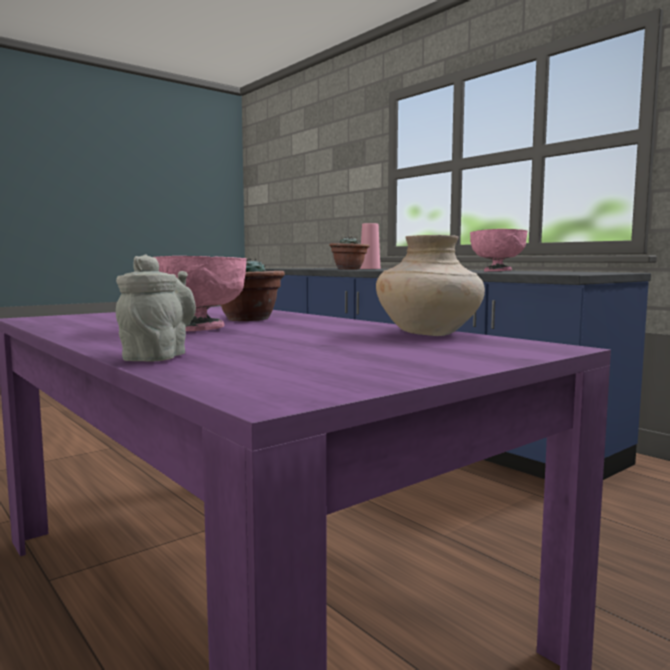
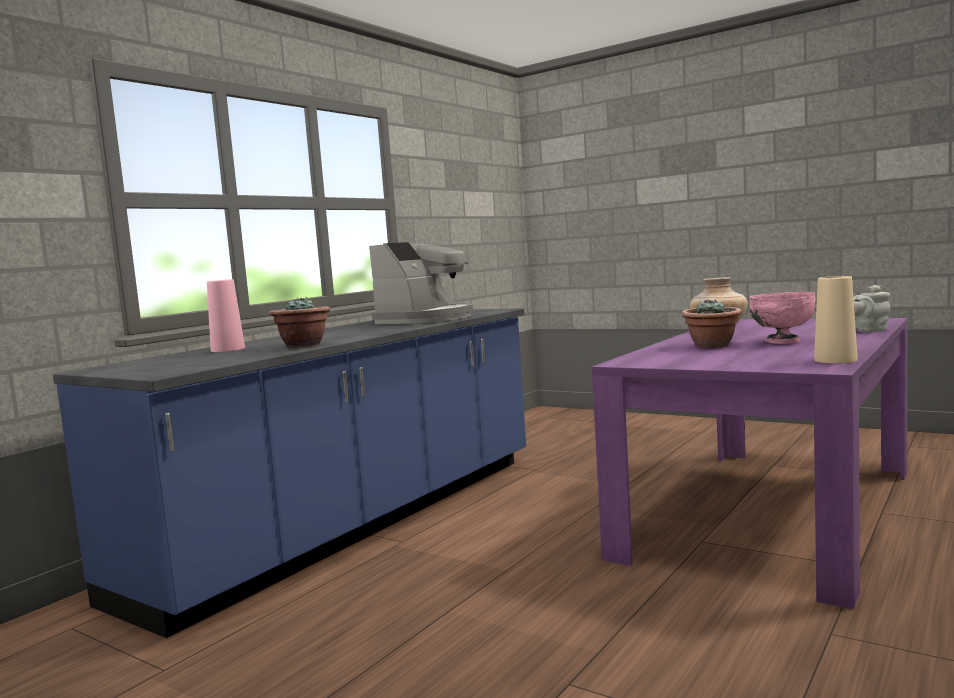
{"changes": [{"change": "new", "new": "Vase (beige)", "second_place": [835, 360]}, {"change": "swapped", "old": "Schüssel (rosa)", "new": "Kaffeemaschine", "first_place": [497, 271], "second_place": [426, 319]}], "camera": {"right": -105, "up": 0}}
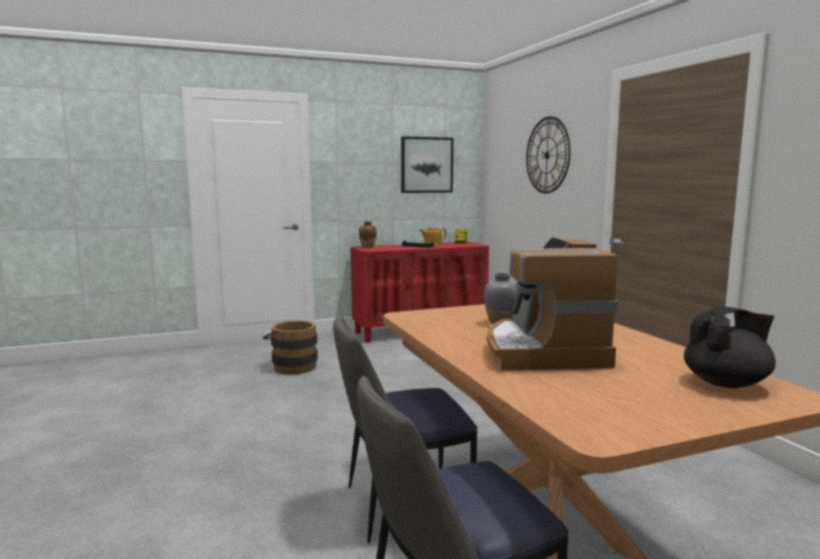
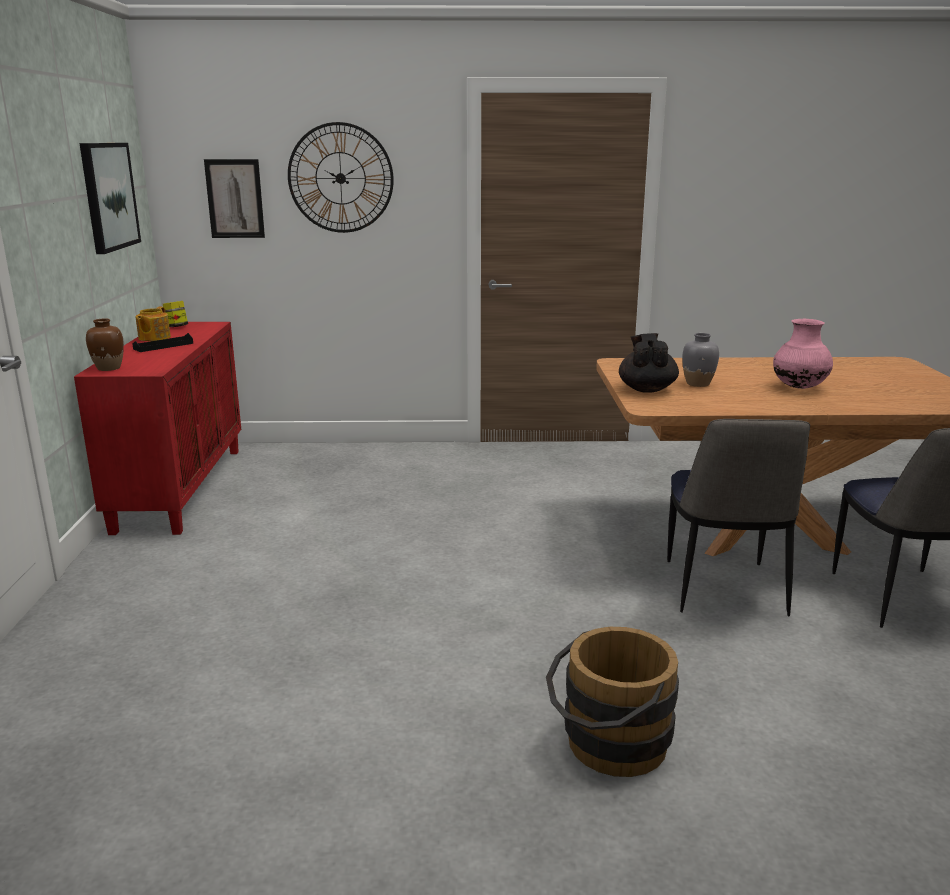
{"changes": [{"change": "new", "new": "Bild", "second_place": [235, 199]}, {"change": "shifted", "old": "Eimer (braun)", "first_place": [292, 366], "second_place": [608, 746]}, {"change": "shifted", "old": "Teekanne (schwarz)", "first_place": [727, 383], "second_place": [646, 389]}, {"change": "swapped", "old": "Kaffeemaschine", "new": "Vase (rosa)", "first_place": [542, 351], "second_place": [799, 387]}], "camera": {"right": -70, "up": 10}}
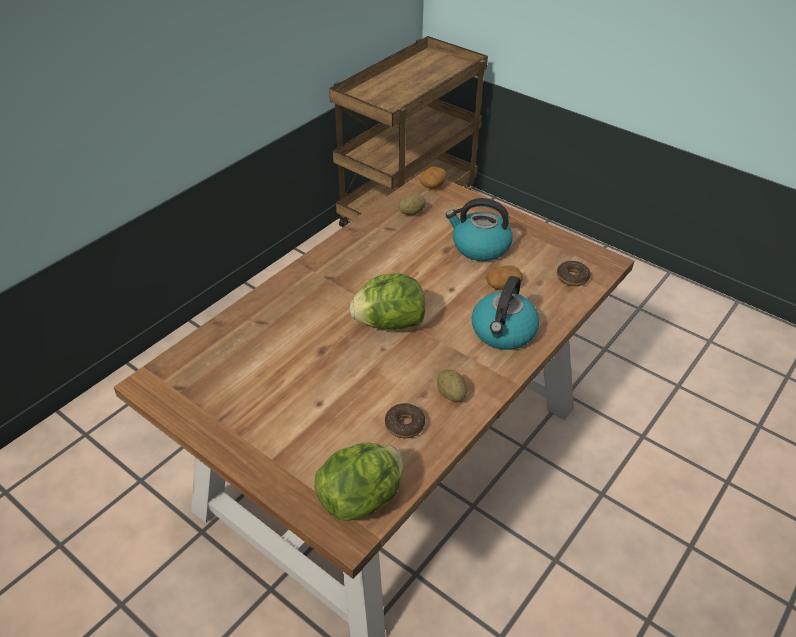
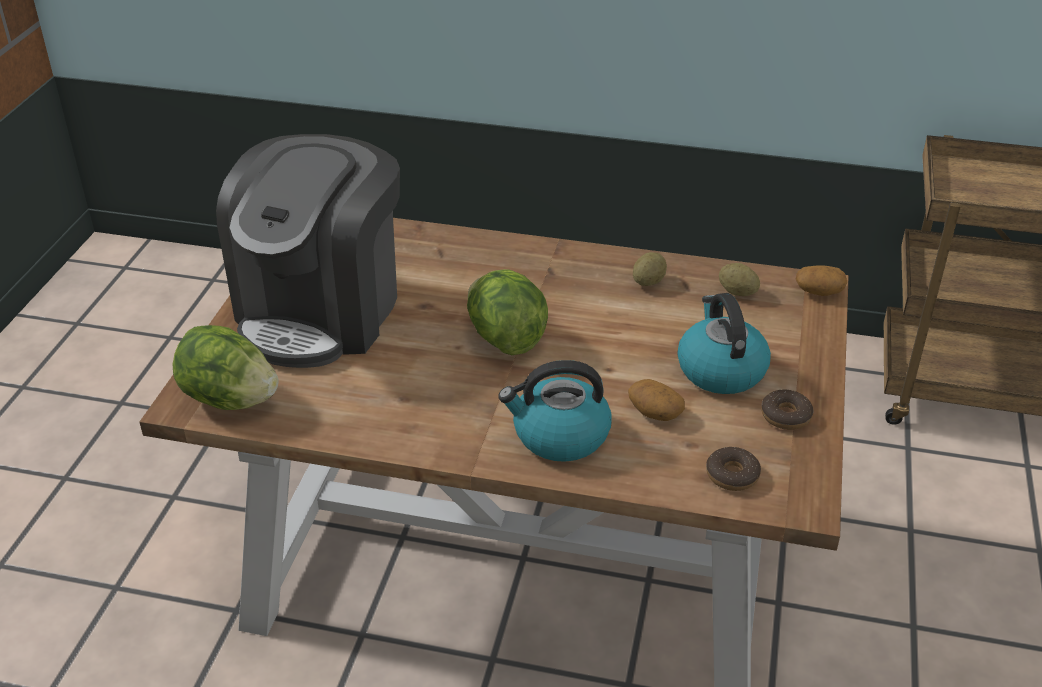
{"changes": [{"change": "new", "new": "Kaffeemaschine", "second_place": [321, 311]}, {"change": "shifted", "old": "Donut", "first_place": [404, 425], "second_place": [785, 416]}, {"change": "shifted", "old": "Kartoffel", "first_place": [451, 394], "second_place": [648, 282]}], "camera": {"right": 65, "up": -5}}
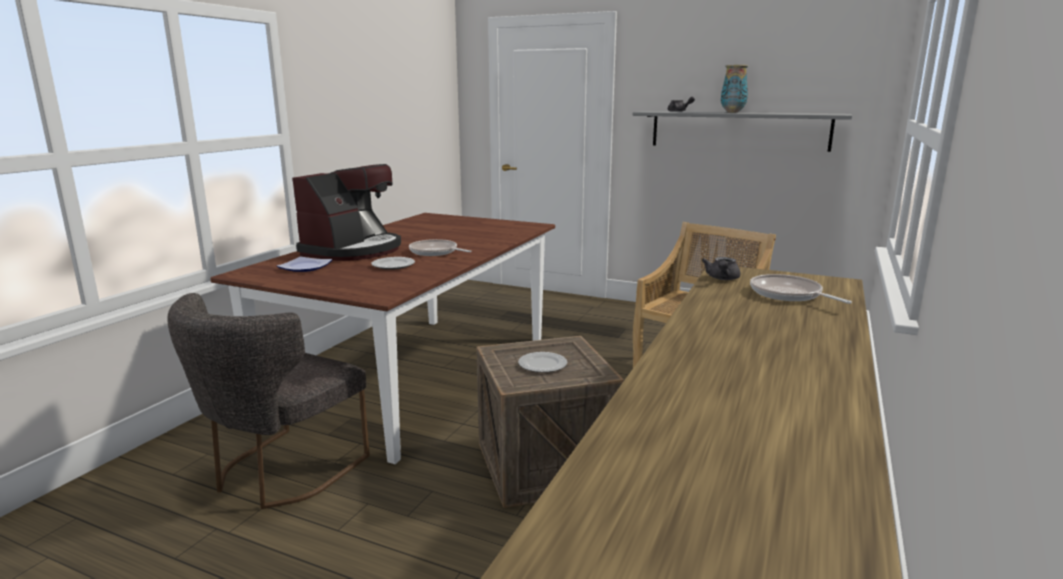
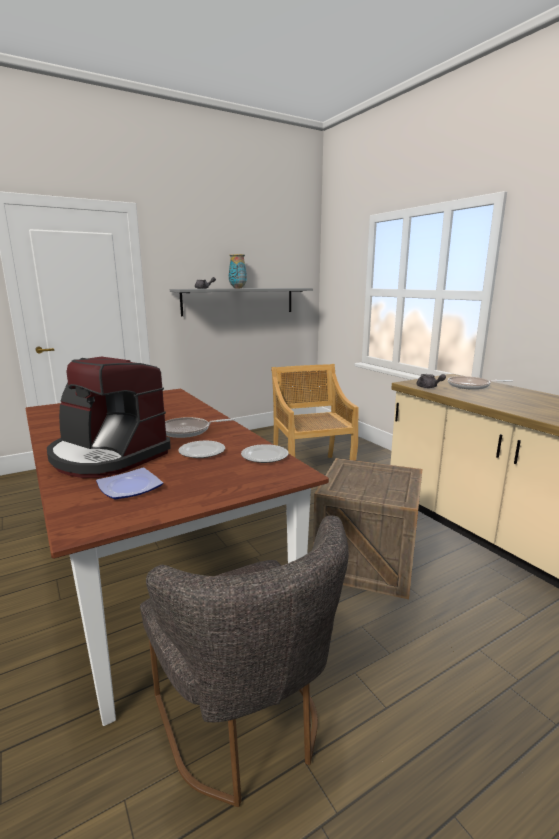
{"changes": [{"change": "shifted", "old": "Teller", "first_place": [542, 365], "second_place": [264, 456]}, {"change": "rotated", "old": "Kaffeemaschine", "first_place": [353, 250], "second_place": [107, 456], "degrees": 150}], "camera": {"right": -55, "up": 0}}
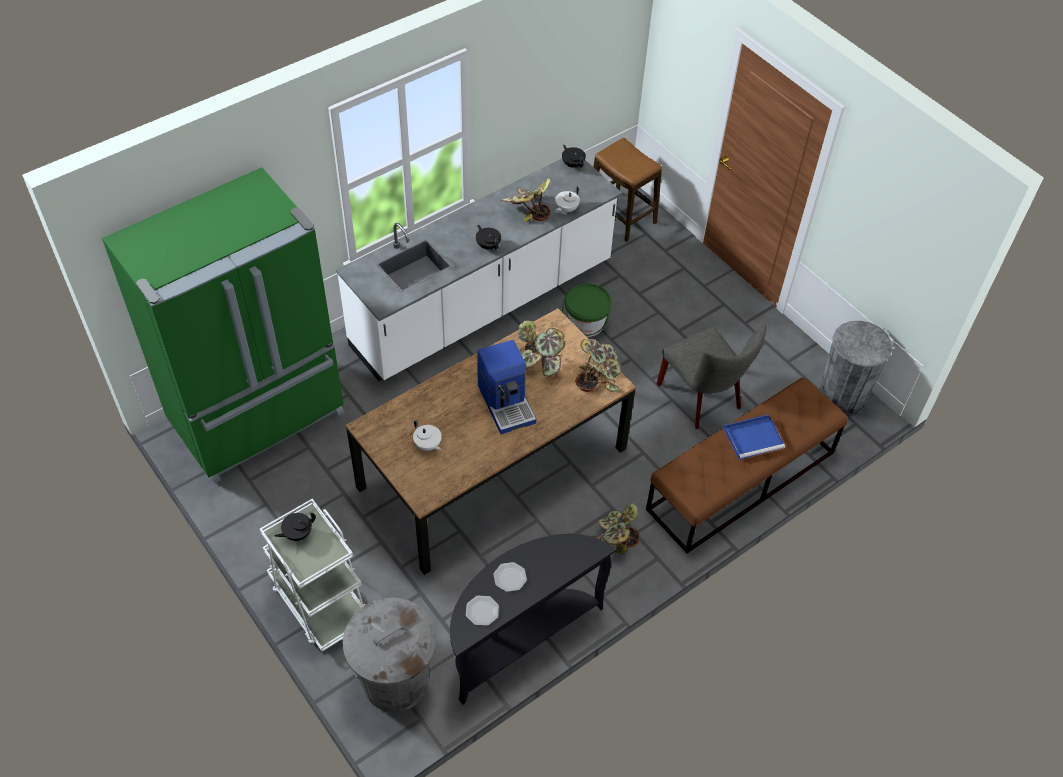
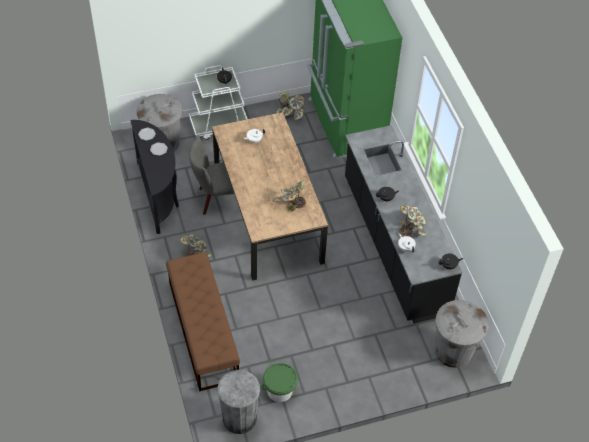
{"changes": [{"change": "gone", "old": "Kaffeemaschine", "first_place": [507, 403]}, {"change": "gone", "old": "Tablett (blau)", "first_place": [754, 438]}, {"change": "shifted", "old": "Eimer (grün)", "first_place": [586, 323], "second_place": [279, 390]}, {"change": "shifted", "old": "Topfpflanze", "first_place": [598, 376], "second_place": [291, 114]}, {"change": "shifted", "old": "Stuhl (grau)", "first_place": [703, 399], "second_place": [218, 199]}, {"change": "swapped", "old": "Hocker", "new": "Mülleimer (grau)", "first_place": [622, 217], "second_place": [453, 351]}, {"change": "repainted", "old": "Küchenzeile (weiß)", "new": "Küchenzeile (schwarz)", "first_place": [483, 306], "second_place": [393, 245]}], "camera": {"right": 110, "up": 0}}
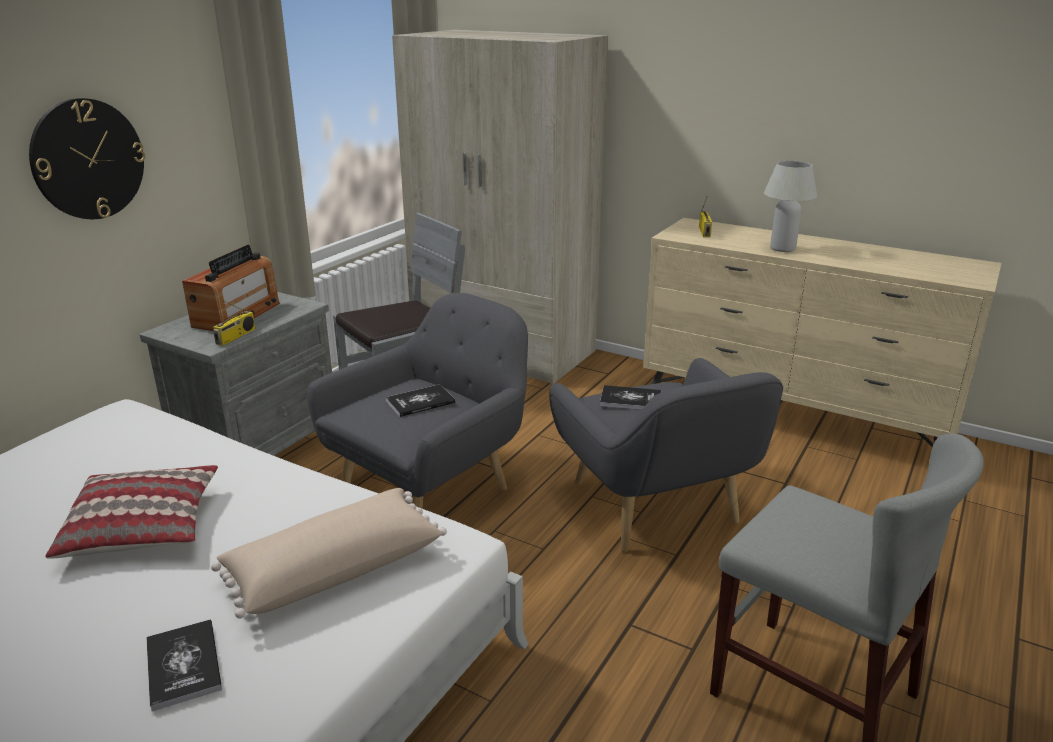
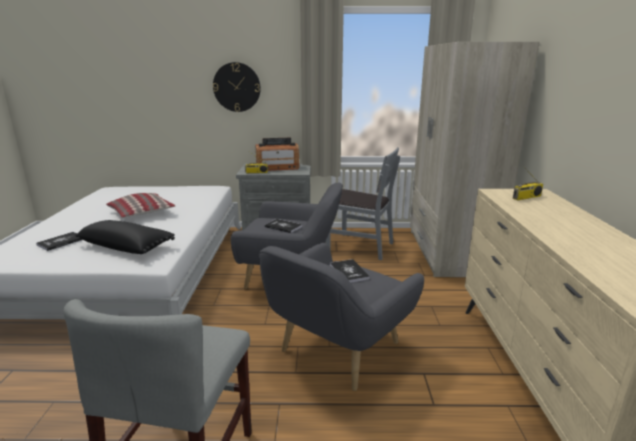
{"changes": [{"change": "gone", "old": "Tischlampe (weiß)", "first_place": [782, 248]}, {"change": "repainted", "old": "Kissen (beige)", "new": "Kissen (schwarz)", "first_place": [334, 568], "second_place": [127, 247]}], "camera": {"right": 60, "up": -5}}
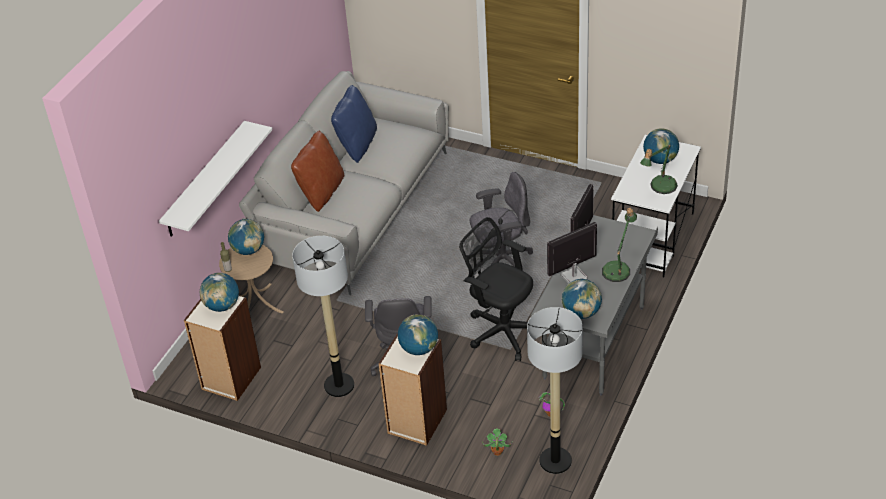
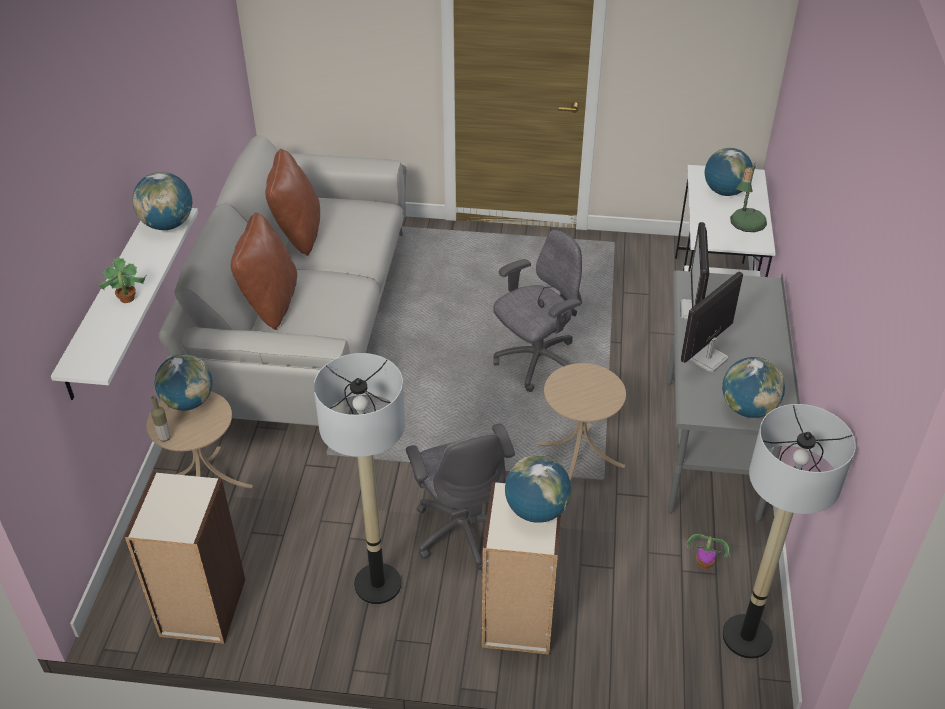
{"changes": [{"change": "gone", "old": "Tischlampe", "first_place": [618, 269]}, {"change": "shifted", "old": "Globus", "first_place": [222, 306], "second_place": [168, 225]}, {"change": "shifted", "old": "Topfpflanze", "first_place": [497, 452], "second_place": [126, 299]}, {"change": "swapped", "old": "Bürostuhl (schwarz)", "new": "Beistelltisch (beige)", "first_place": [501, 330], "second_place": [578, 454]}, {"change": "repainted", "old": "Kissen (blau)", "new": "Kissen (braun)", "first_place": [357, 145], "second_place": [298, 233]}], "camera": {"right": -20, "up": 0}}
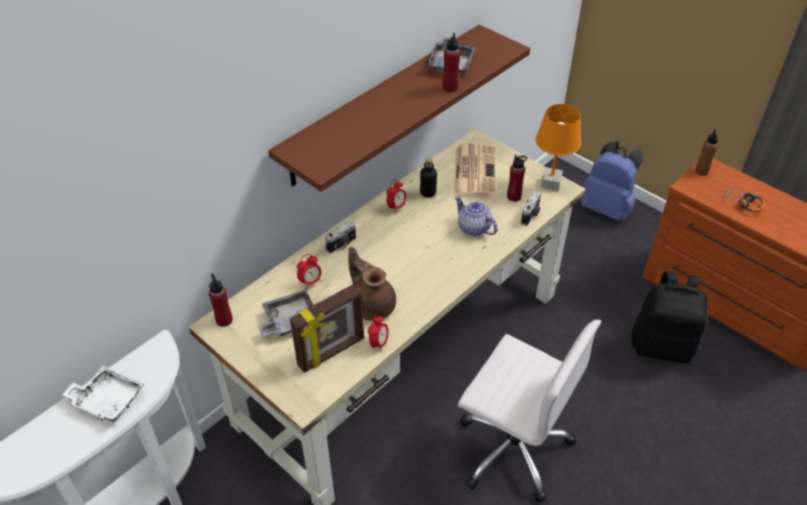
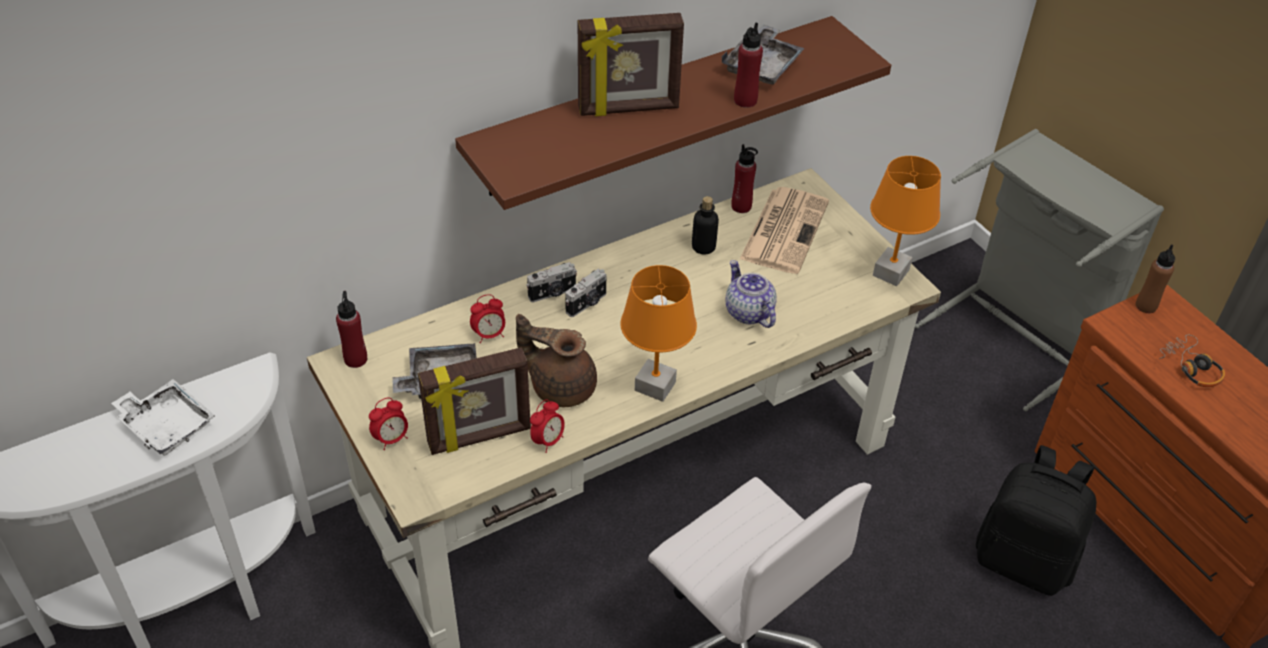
{"changes": [{"change": "new", "new": "Bilderrahmen", "second_place": [628, 109]}, {"change": "new", "new": "Tischlampe (orange)", "second_place": [654, 386]}, {"change": "shifted", "old": "Wecker", "first_place": [396, 207], "second_place": [391, 439]}, {"change": "shifted", "old": "Flasche (rot)", "first_place": [514, 197], "second_place": [741, 206]}, {"change": "shifted", "old": "Kamera", "first_place": [531, 215], "second_place": [587, 304]}, {"change": "swapped", "old": "Rucksack (blau)", "new": "Wäschekorb (grau)", "first_place": [606, 208], "second_place": [1019, 334]}, {"change": "rotated", "old": "Teekanne (braun)", "first_place": [372, 305], "second_place": [561, 386], "degrees": -45}], "camera": {"right": 15, "up": 0}}
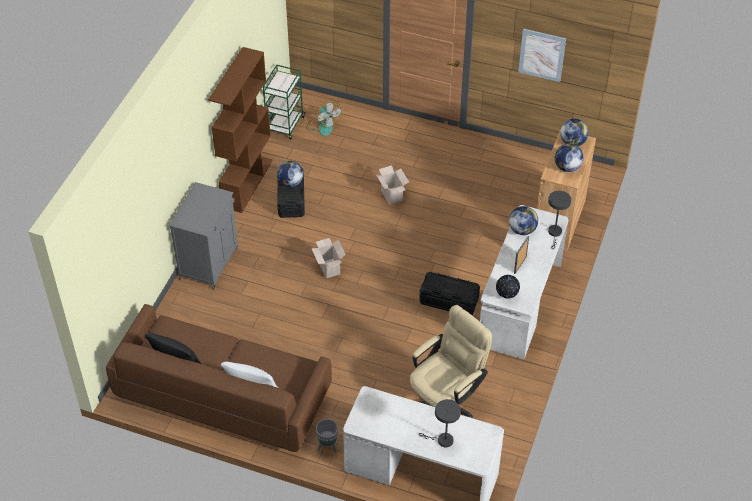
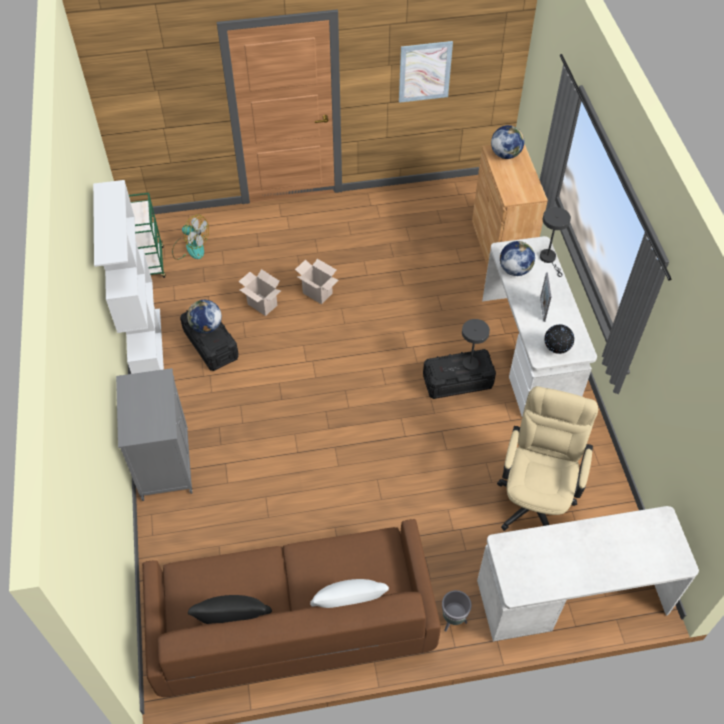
{"changes": [{"change": "gone", "old": "Globus", "first_place": [567, 167]}, {"change": "shifted", "old": "Karton", "first_place": [328, 268], "second_place": [261, 305]}, {"change": "shifted", "old": "Tischlampe (grau)", "first_place": [442, 440], "second_place": [467, 365]}, {"change": "repainted", "old": "Bücherregal (braun)", "new": "Bücherregal (weiß)", "first_place": [247, 183], "second_place": [148, 348]}], "camera": {"right": -30, "up": 5}}
